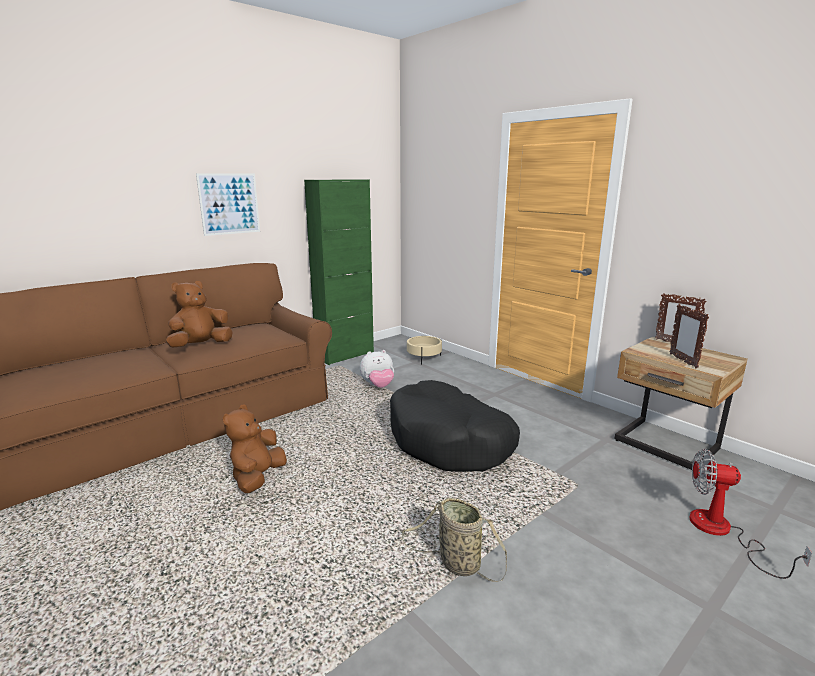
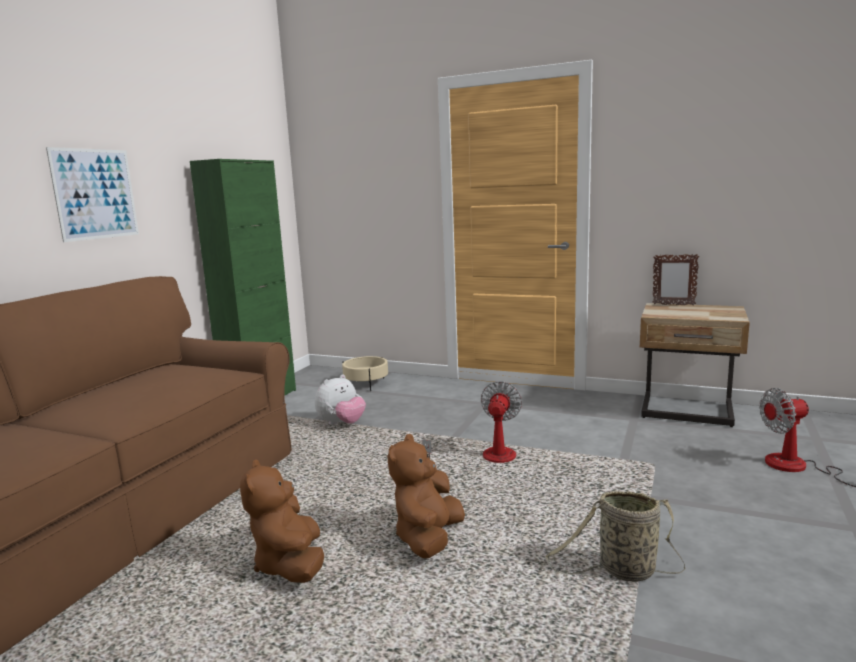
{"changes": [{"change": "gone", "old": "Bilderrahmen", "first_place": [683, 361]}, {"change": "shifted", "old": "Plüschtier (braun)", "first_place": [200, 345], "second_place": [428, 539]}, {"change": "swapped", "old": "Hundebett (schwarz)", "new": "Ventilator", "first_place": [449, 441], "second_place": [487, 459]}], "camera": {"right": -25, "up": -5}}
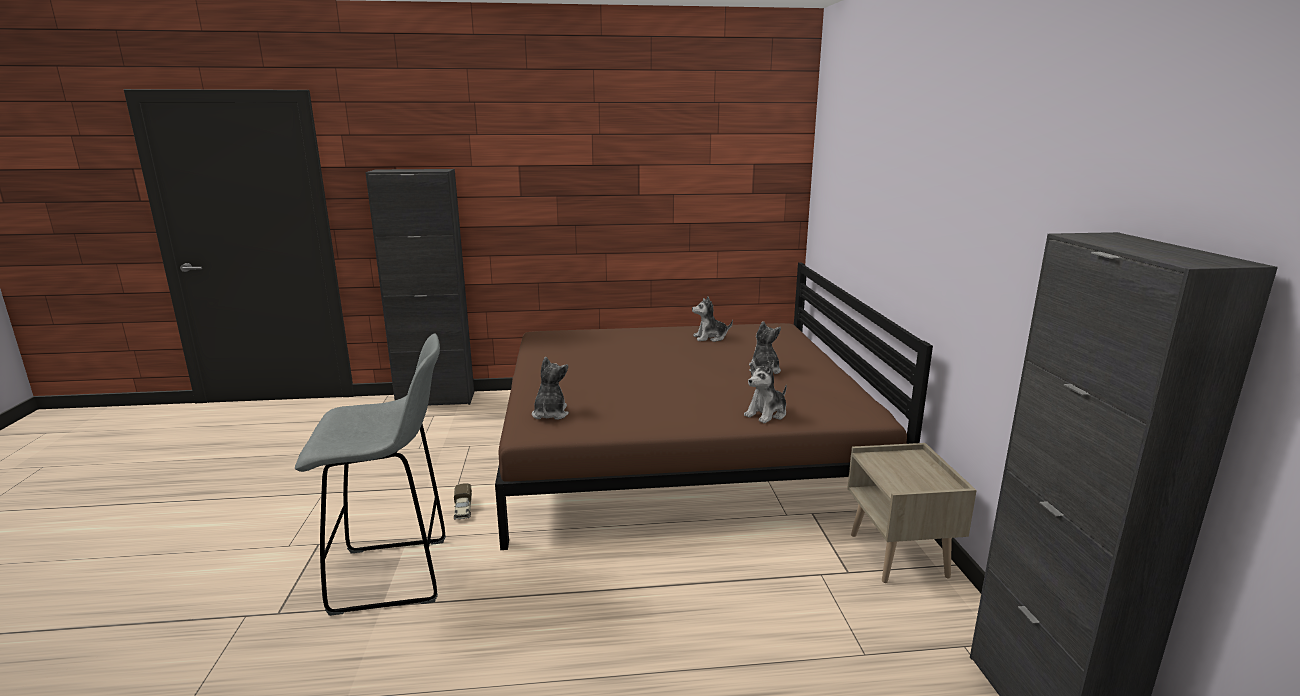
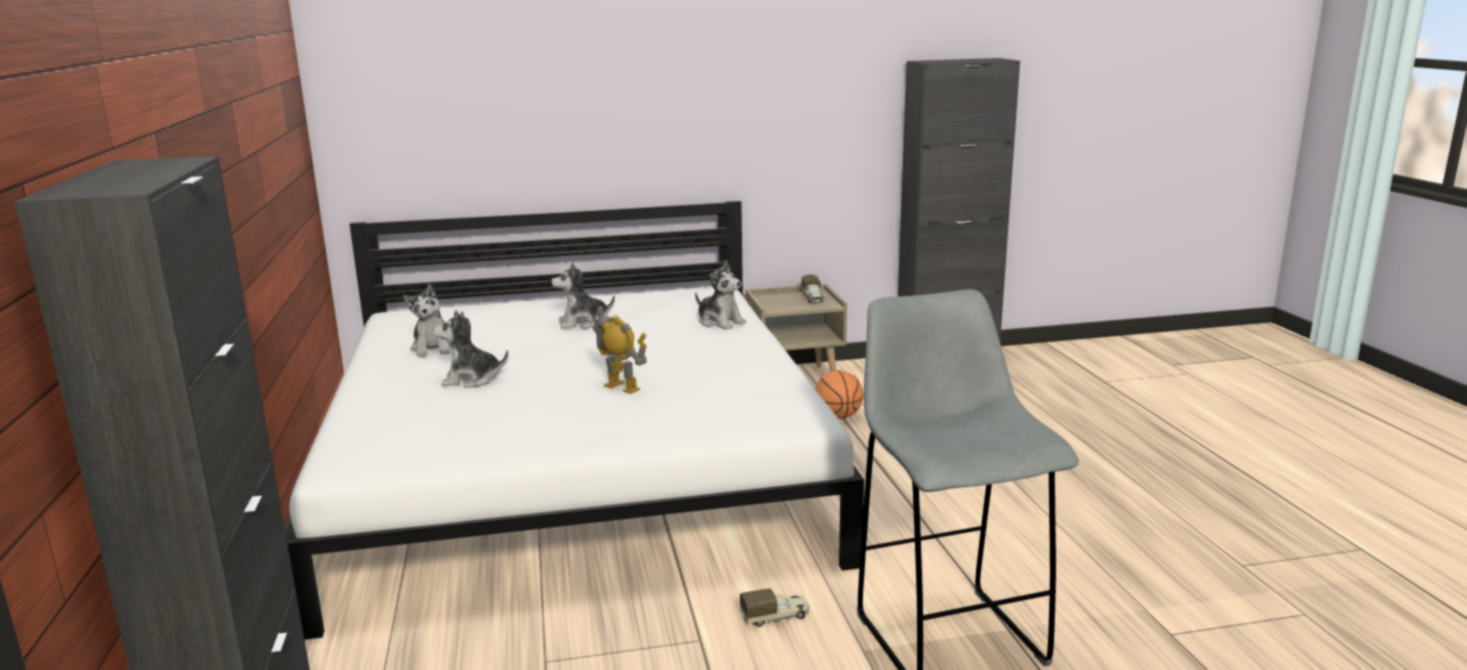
{"changes": [{"change": "new", "new": "Spielzeugroboter", "second_place": [622, 387]}, {"change": "new", "new": "Spielzeuglaster", "second_place": [813, 298]}, {"change": "new", "new": "Basketball", "second_place": [838, 417]}, {"change": "shifted", "old": "Plüschtier", "first_place": [550, 414], "second_place": [471, 380]}, {"change": "repainted", "old": "Bett (braun)", "new": "Bett (weiß)", "first_place": [682, 448], "second_place": [577, 472]}], "camera": {"right": -95, "up": 0}}
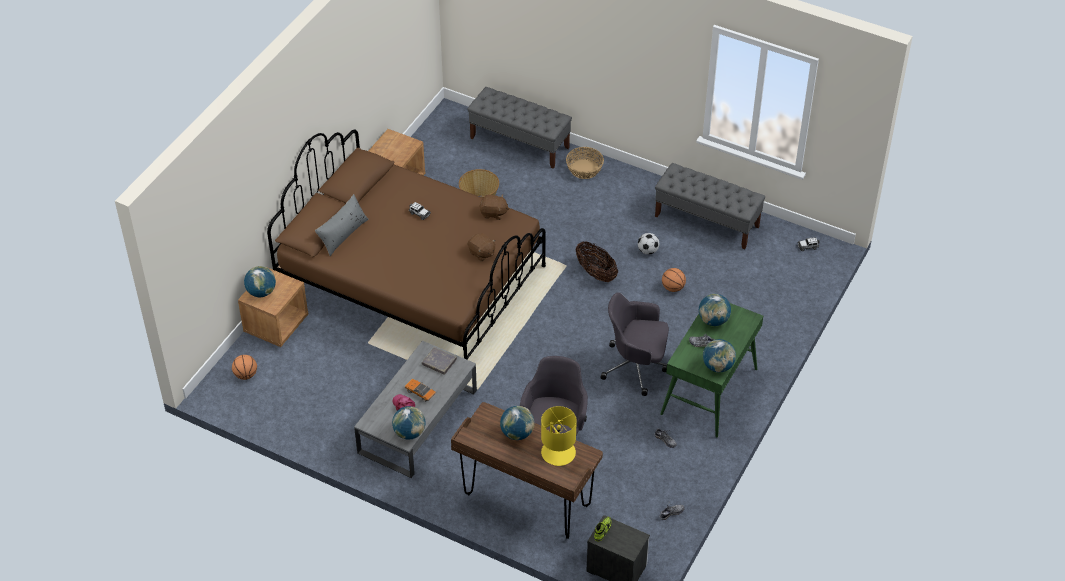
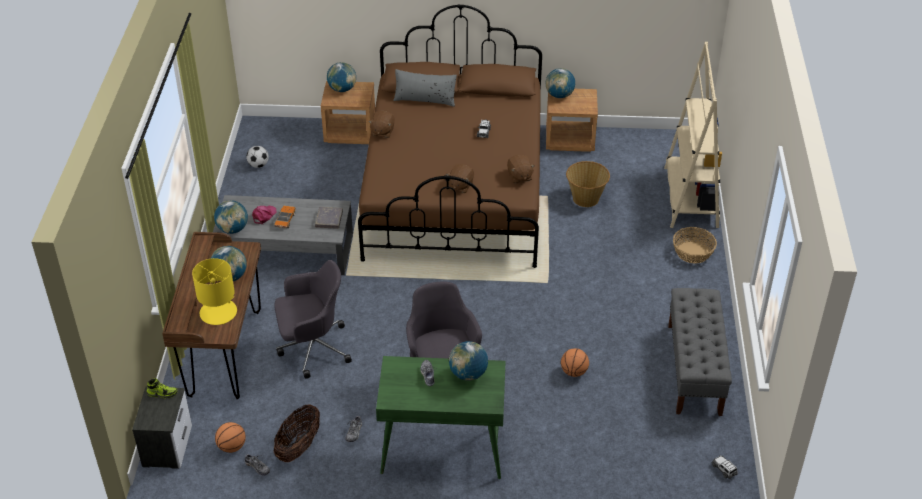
{"changes": [{"change": "new", "new": "Plüschtier (braun)", "second_place": [382, 132]}, {"change": "shifted", "old": "Basketball", "first_place": [245, 375], "second_place": [232, 447]}, {"change": "shifted", "old": "Korb", "first_place": [596, 273], "second_place": [298, 447]}, {"change": "shifted", "old": "Fußball", "first_place": [648, 251], "second_place": [258, 165]}, {"change": "shifted", "old": "Globus", "first_place": [718, 366], "second_place": [559, 95]}, {"change": "swapped", "old": "Bank (grau)", "new": "Bücherregal (beige)", "first_place": [520, 143], "second_place": [690, 197]}], "camera": {"right": 65, "up": -5}}
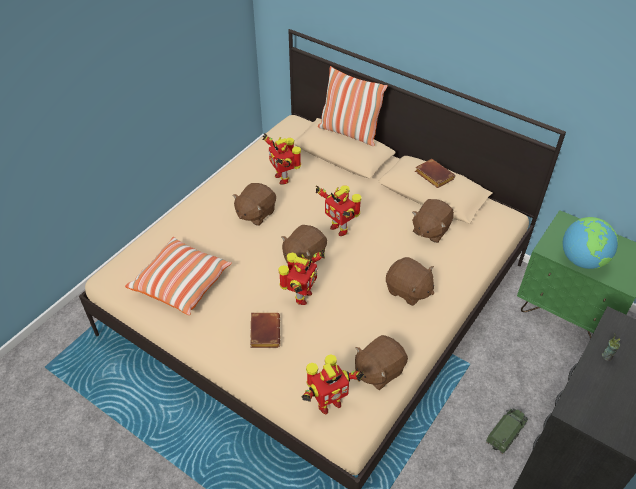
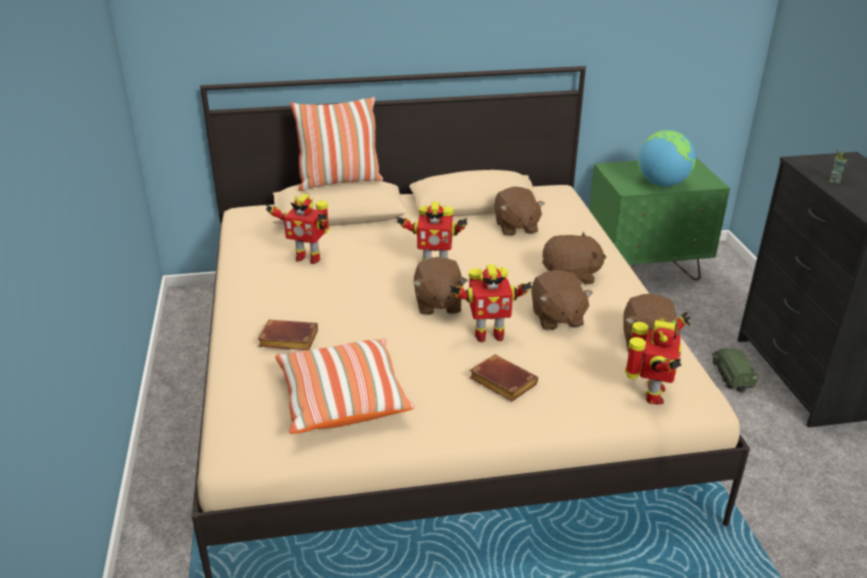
{"changes": [{"change": "shifted", "old": "Plüschtier (braun)", "first_place": [255, 213], "second_place": [556, 318]}, {"change": "shifted", "old": "Buch (braun)", "first_place": [433, 176], "second_place": [287, 340]}, {"change": "rotated", "old": "Spielzeugroboter", "first_place": [301, 297], "second_place": [488, 335], "degrees": 105}], "camera": {"right": -45, "up": -15}}
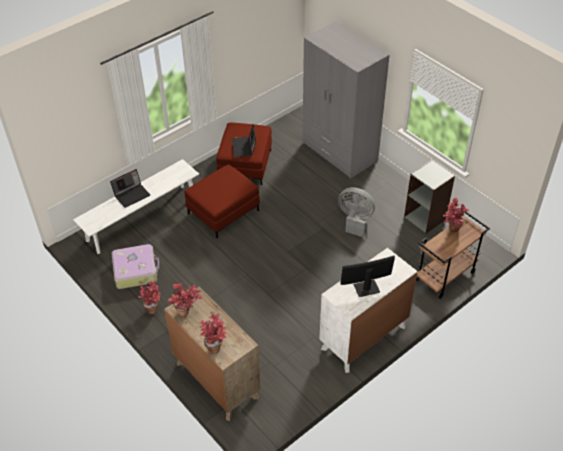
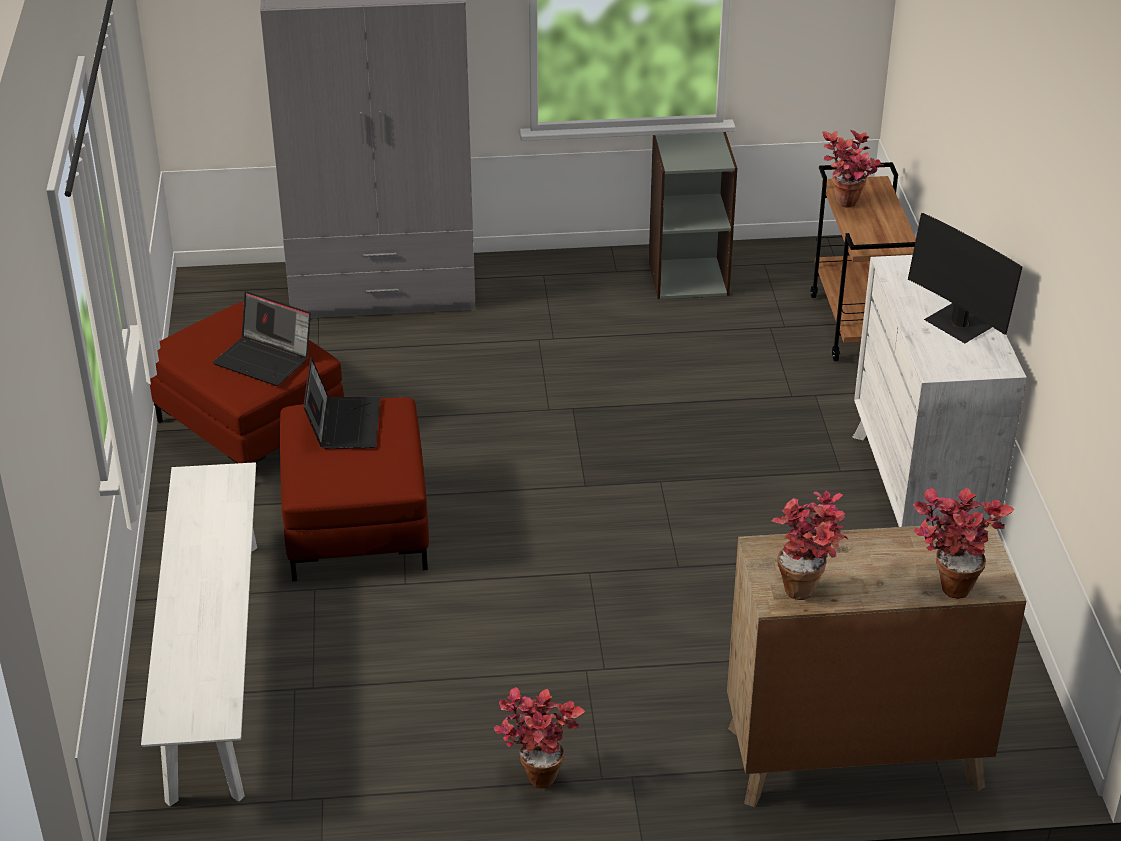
{"changes": [{"change": "gone", "old": "Koffer", "first_place": [136, 271]}, {"change": "gone", "old": "Ventilator (grau)", "first_place": [355, 220]}, {"change": "shifted", "old": "Laptop", "first_place": [132, 195], "second_place": [343, 423]}, {"change": "rotated", "old": "Monitor", "first_place": [366, 288], "second_place": [958, 325], "degrees": -60}], "camera": {"right": -55, "up": -10}}
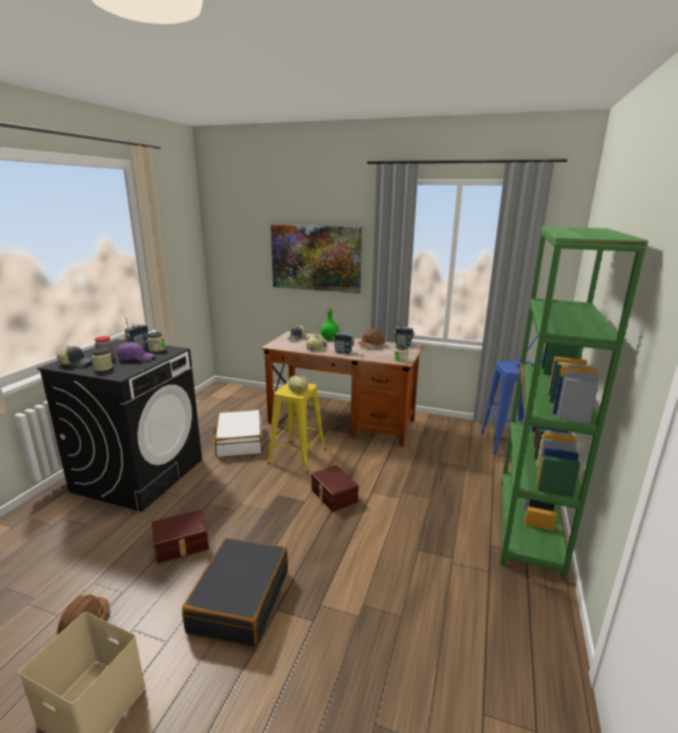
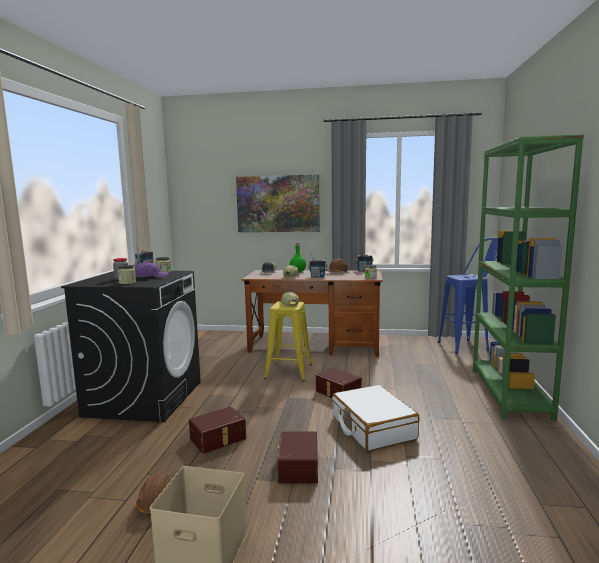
{"changes": [{"change": "gone", "old": "Kappe", "first_place": [76, 363]}, {"change": "shifted", "old": "Koffer (weiß)", "first_place": [239, 441], "second_place": [372, 428]}, {"change": "swapped", "old": "Koffer (schwarz)", "new": "Aufbewahrungsbox (braun)", "first_place": [239, 600], "second_place": [297, 467]}], "camera": {"right": -10, "up": -10}}
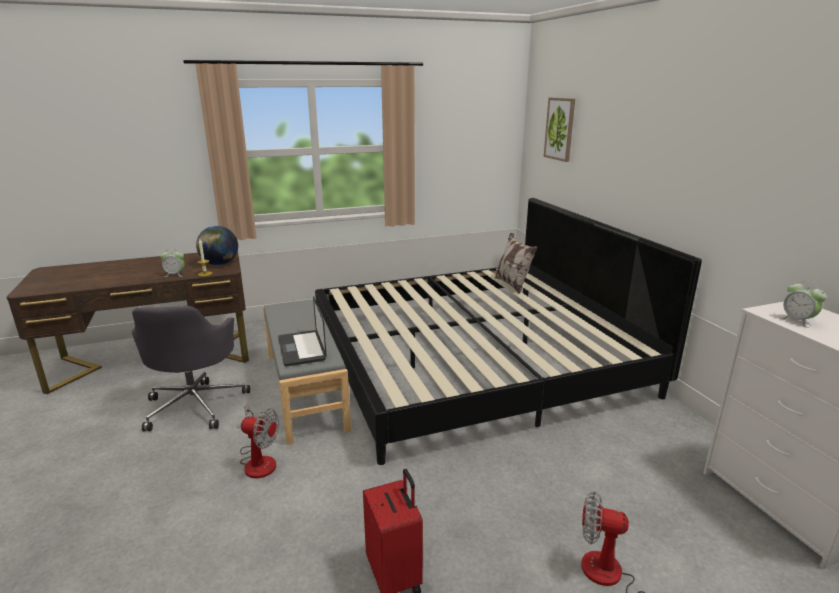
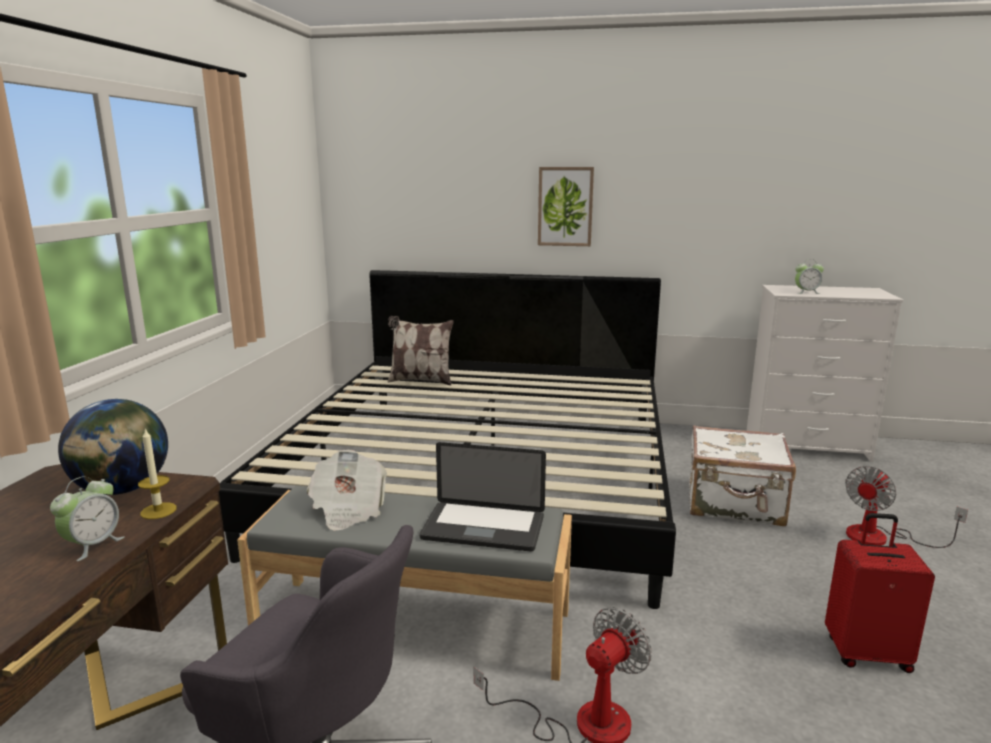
{"changes": [{"change": "new", "new": "Zeitung", "second_place": [348, 509]}, {"change": "new", "new": "Koffer (weiß)", "second_place": [735, 504]}, {"change": "shifted", "old": "Bild", "first_place": [560, 129], "second_place": [565, 206]}], "camera": {"right": -60, "up": -5}}
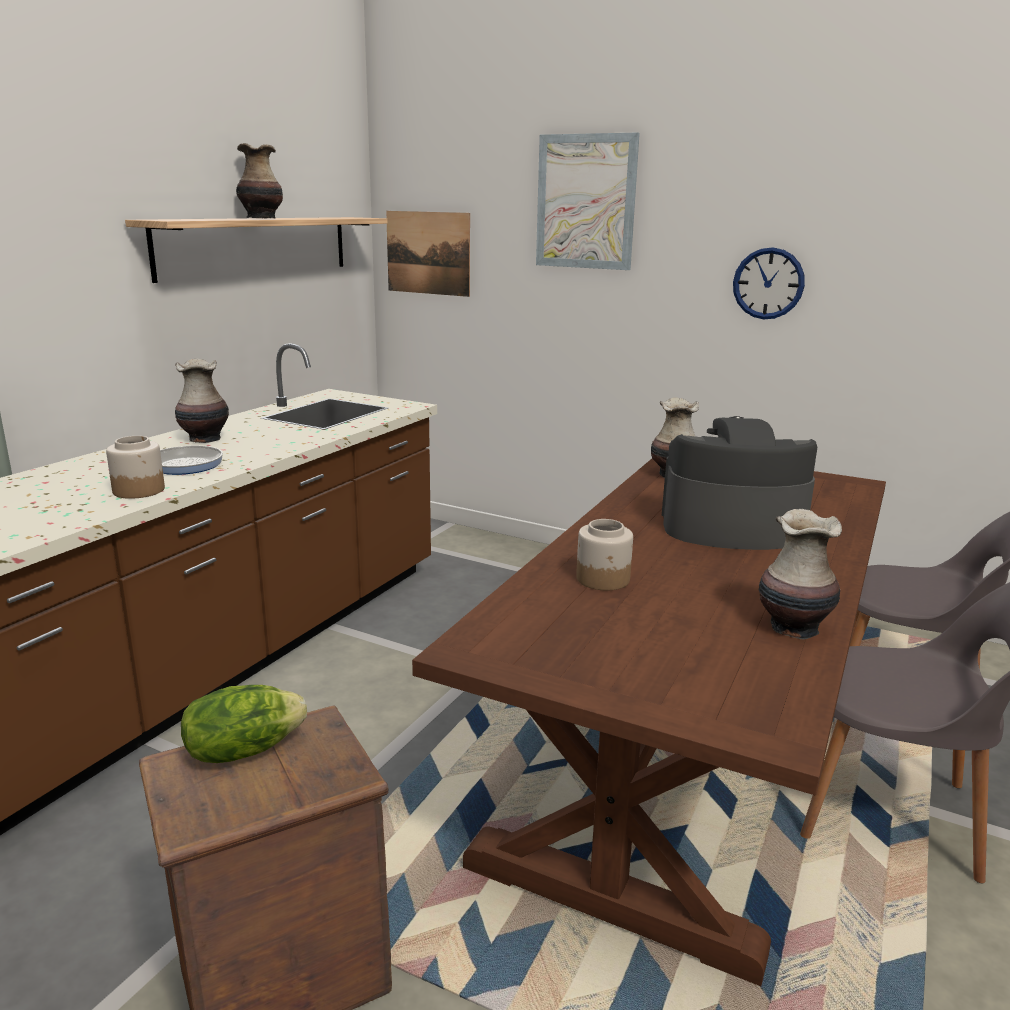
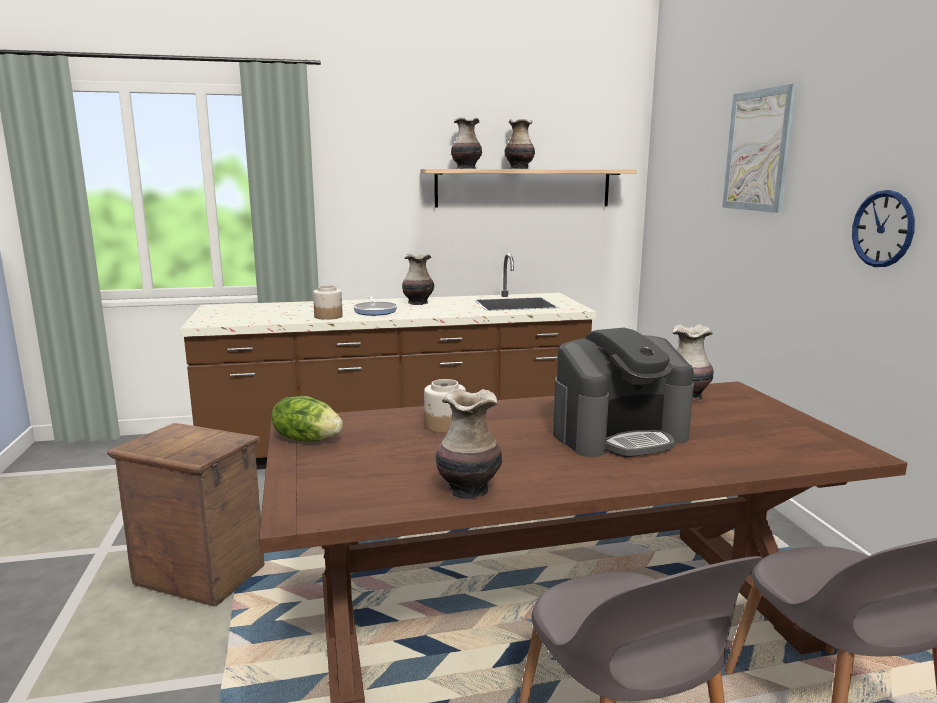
{"changes": [{"change": "gone", "old": "Bild", "first_place": [428, 253]}, {"change": "new", "new": "Vase", "second_place": [465, 168]}, {"change": "shifted", "old": "Salatkopf", "first_place": [243, 750], "second_place": [307, 439]}, {"change": "rotated", "old": "Kaffeemaschine", "first_place": [730, 527], "second_place": [619, 435], "degrees": 105}], "camera": {"right": 50, "up": -5}}
